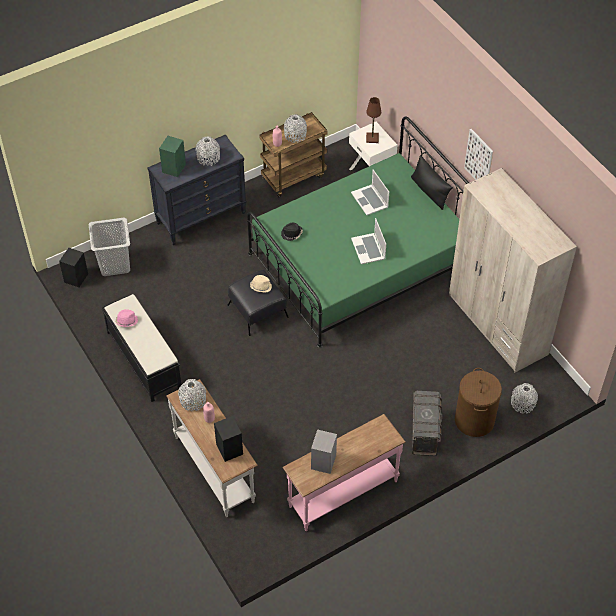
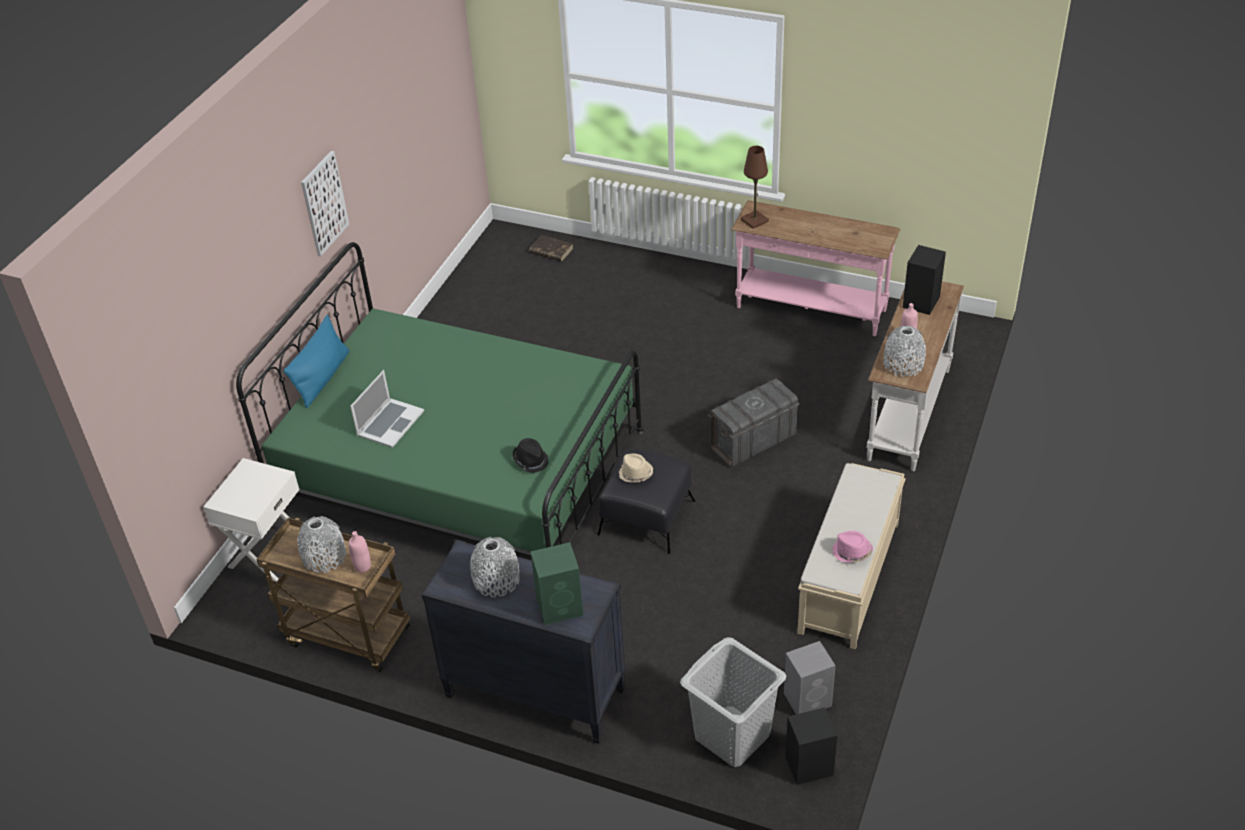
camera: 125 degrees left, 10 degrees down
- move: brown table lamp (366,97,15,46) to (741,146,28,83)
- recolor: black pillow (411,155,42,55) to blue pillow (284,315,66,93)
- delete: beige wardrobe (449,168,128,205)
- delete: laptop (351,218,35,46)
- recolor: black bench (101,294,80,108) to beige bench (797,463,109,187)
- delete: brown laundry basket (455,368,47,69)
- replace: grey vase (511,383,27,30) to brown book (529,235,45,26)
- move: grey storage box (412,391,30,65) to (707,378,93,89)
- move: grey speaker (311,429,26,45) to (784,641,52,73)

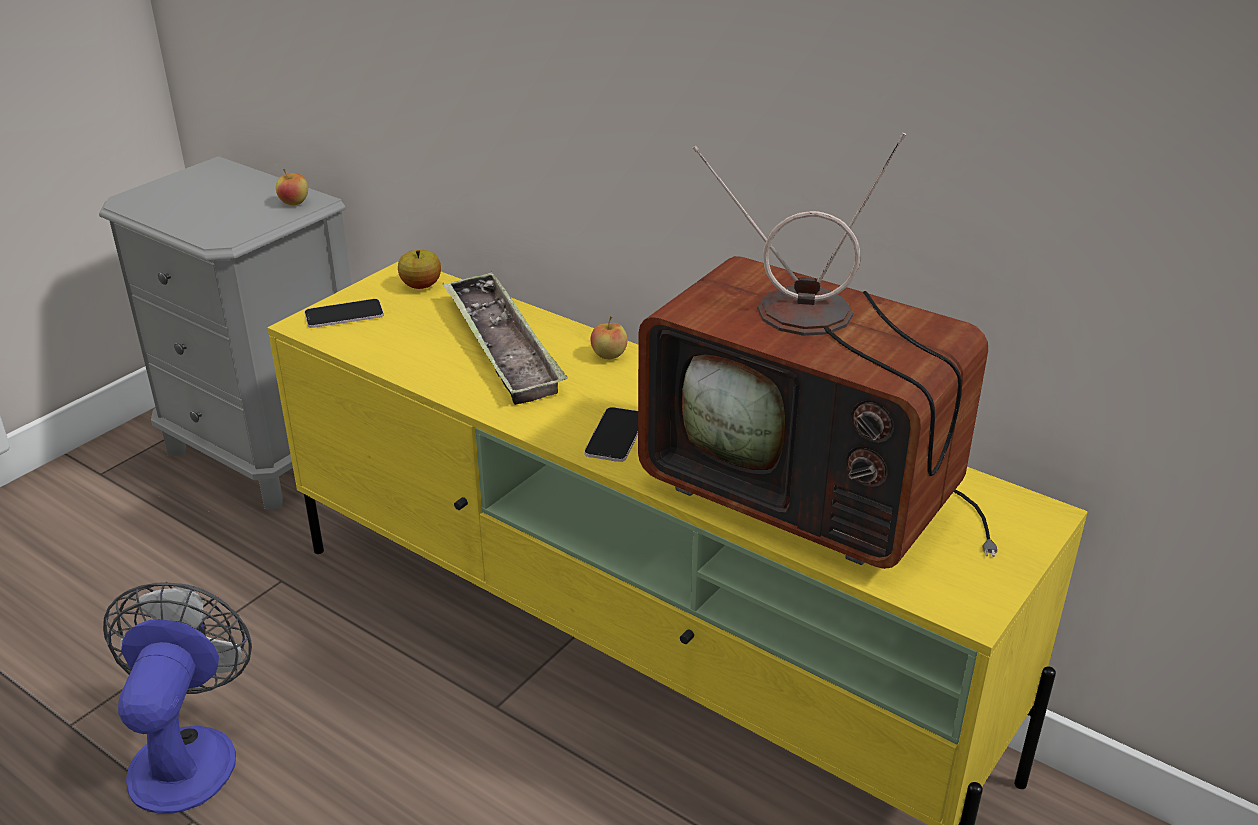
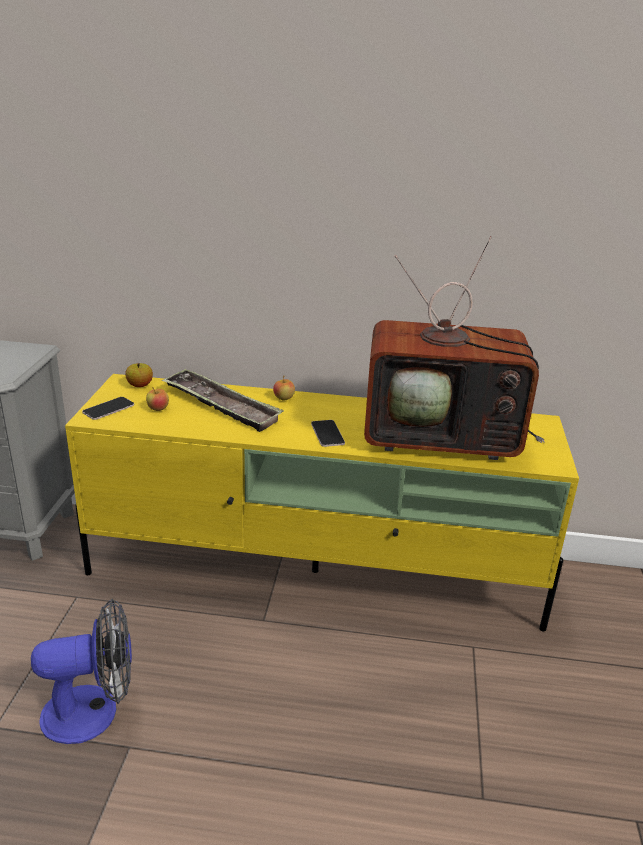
camera: 30 degrees left, 5 degrees down
- move: apple (276,169,32,36) to (146,387,23,24)
- rotate: fan (103,582,149,232) = (31,599,101,145) 105 degrees clockwise

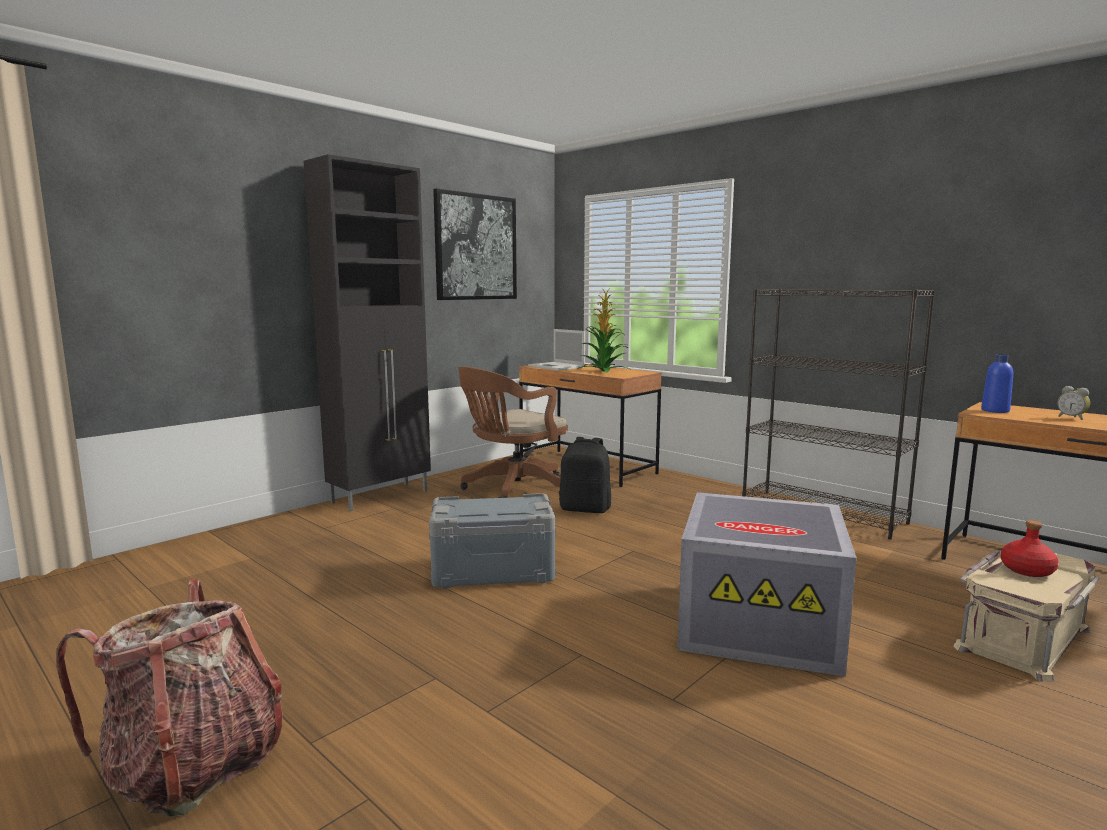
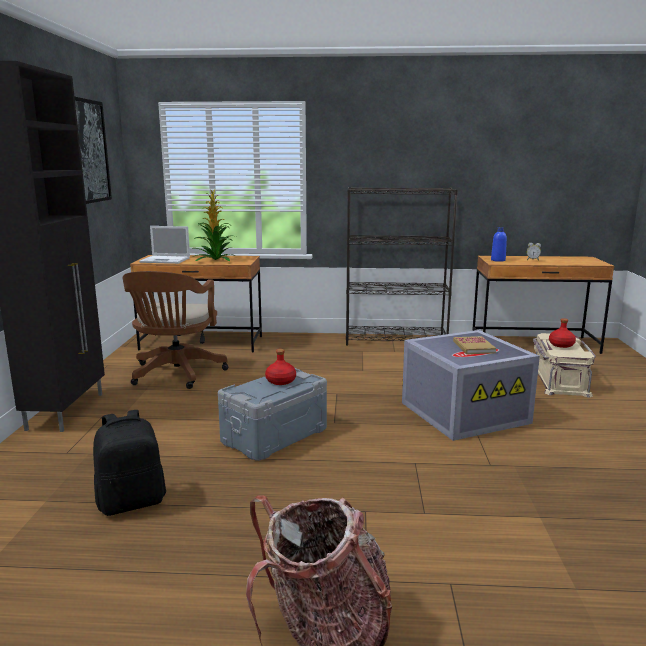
camera: 40 degrees left, 5 degrees up
- move: black backpack (559,437,52,76) to (93,410,73,106)
- insert: book (453,336,43,18)
- insert: red bottle (265,349,31,36)

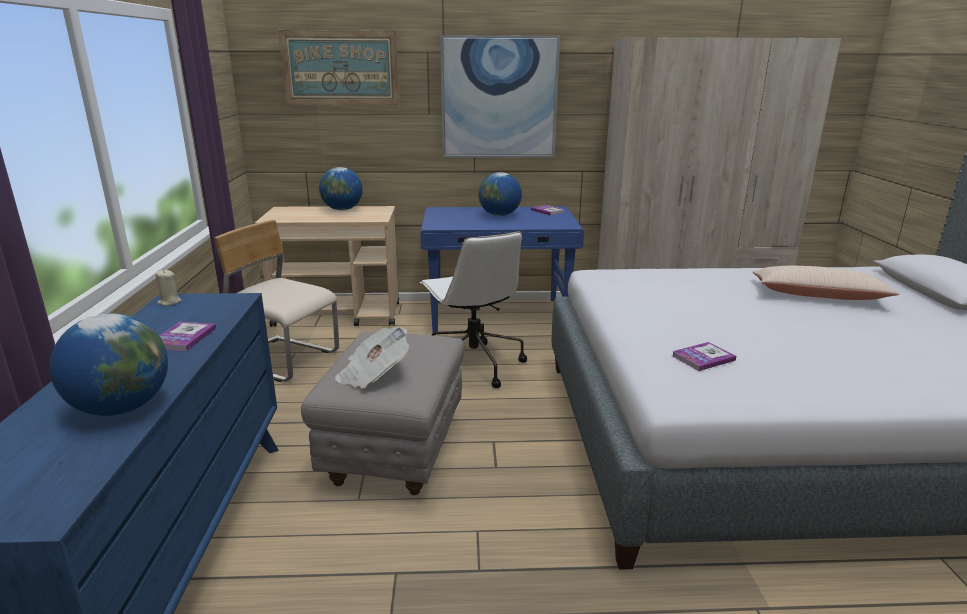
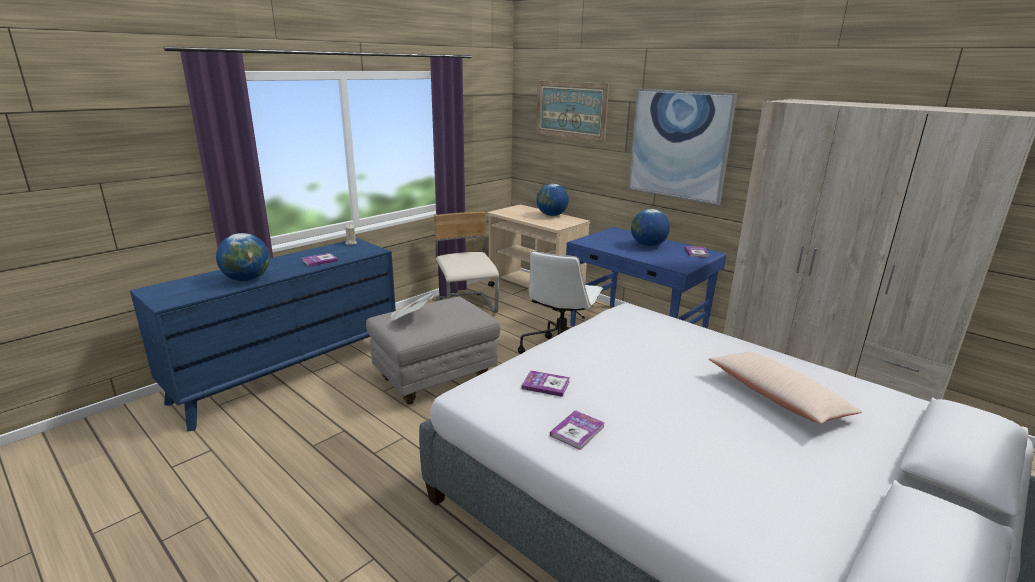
camera: 45 degrees right, 0 degrees up
- insert: book (550,410,55,40)

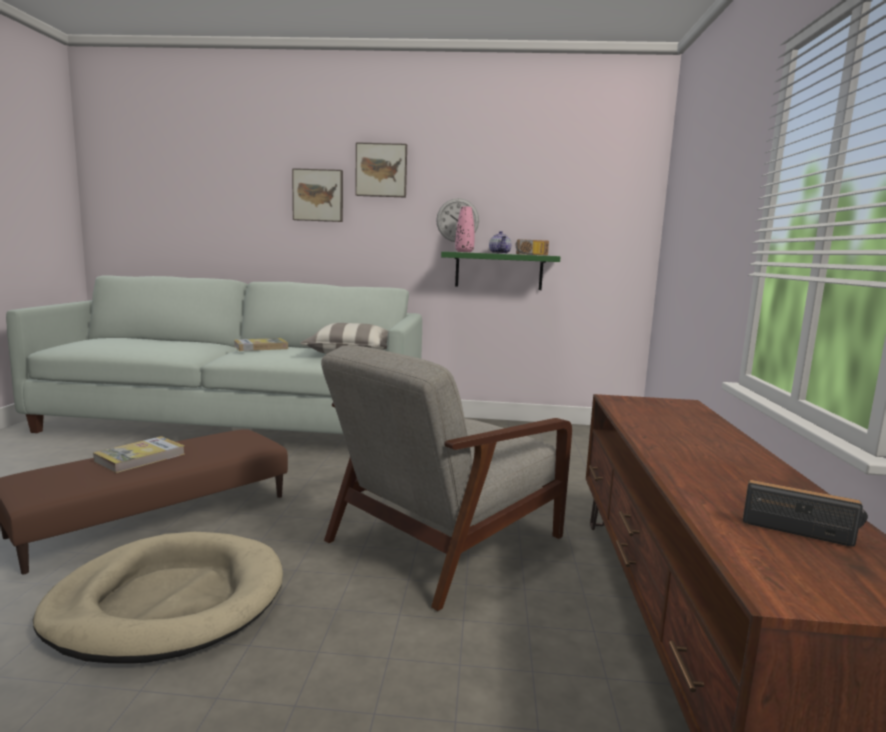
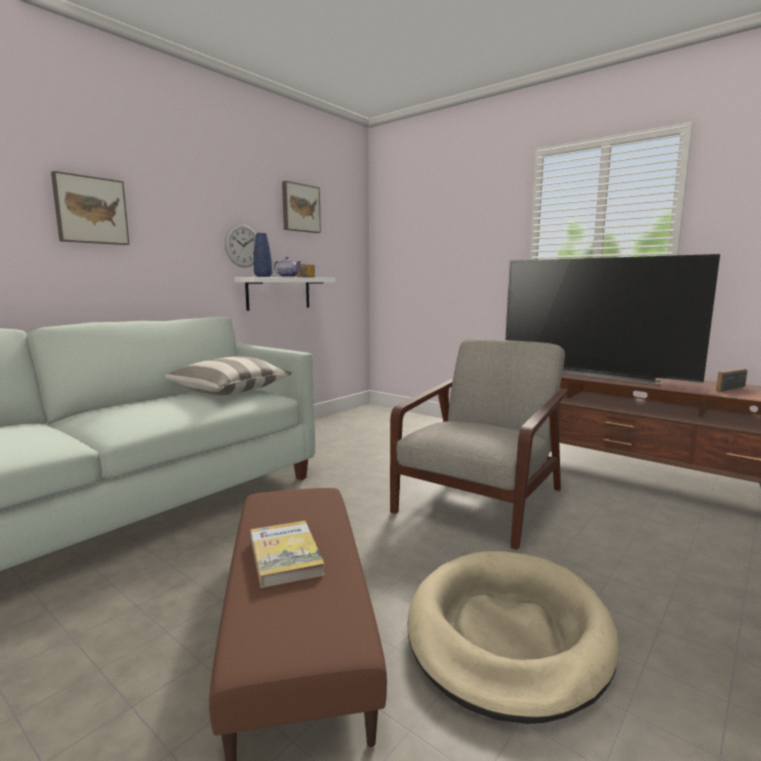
camera: 55 degrees left, 0 degrees up
- move: picture (355,142,52,56) to (282,181,39,52)
- recolor: pink vase (455,206,20,46) to blue vase (254,233,18,44)
- recolor: green shelf (441,252,119,38) to white shelf (234,277,101,34)
- delete: book (234,338,54,13)
- rotate: grey armchair (321,345,251,266) = (390,338,177,212) 135 degrees counterclockwise
- insert: television (506,254,214,130)

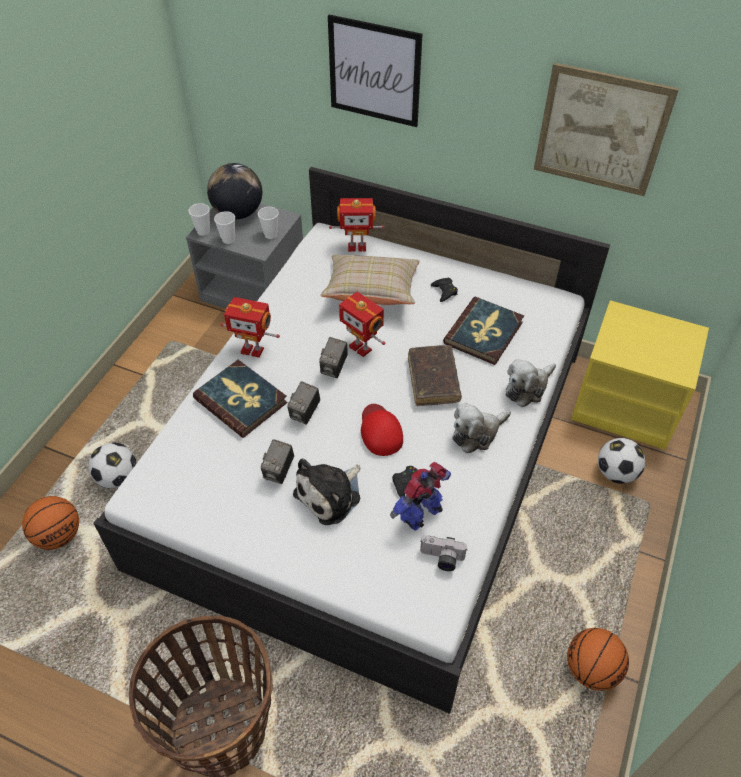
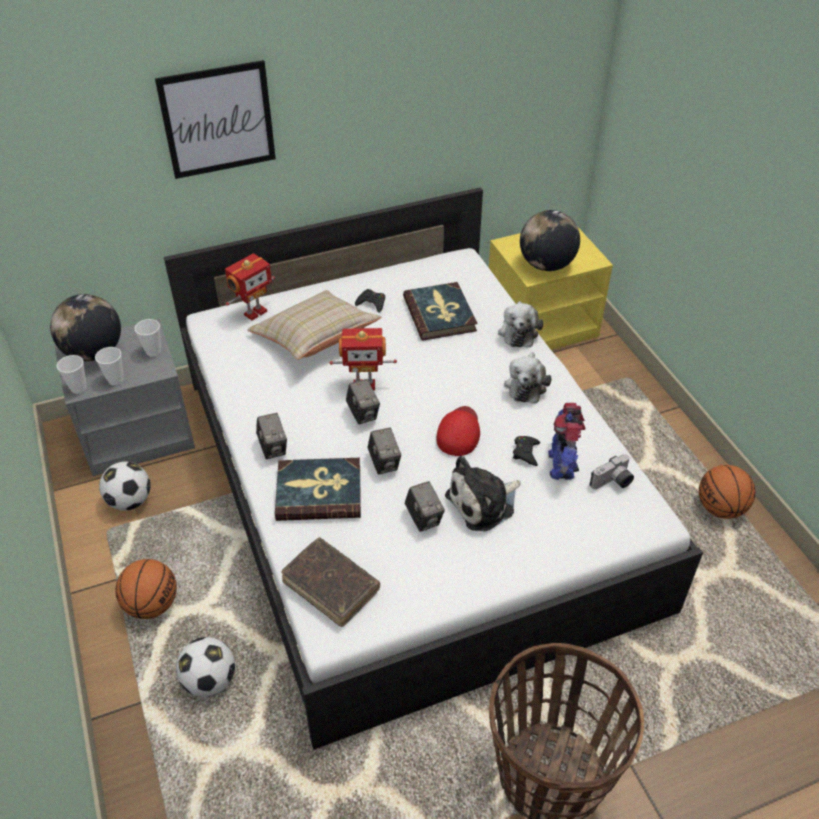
camera: 45 degrees left, 5 degrees down
- delete: picture (534,63,145,133)
- replace: toy robot (221,297,59,61) to photo camera (256,413,31,46)
- move: brown book (408,345,54,61) to (282,537,98,90)
- rotate: red cap (361,404,42,52) = (437,406,43,50) 75 degrees clockwise
- move: football (598,438,47,46) to (99,461,52,49)
- rotate: plush toy (293,458,67,67) = (445,456,76,75) 60 degrees clockwise
- move: basketball (22,496,57,54) to (115,559,62,60)
- insert: globe (520,210,60,61)

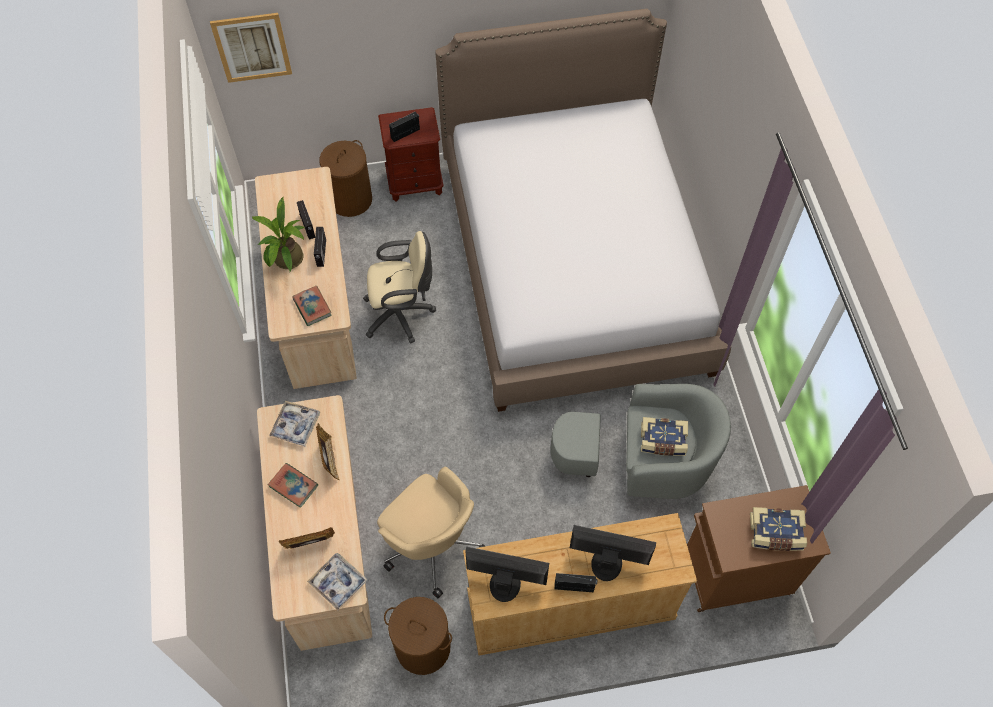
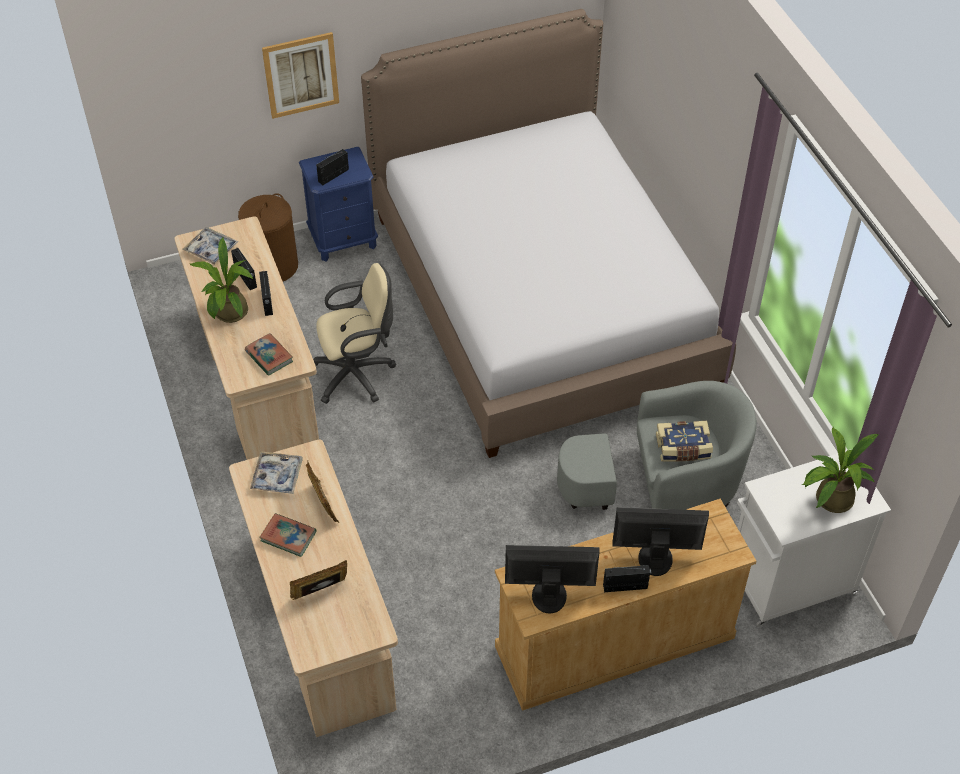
camera: 10 degrees left, 10 degrees down
- move: picture (210,13,82,70) to (262,32,77,87)
- recolor: brown nightstand (378,107,66,95) to blue nightstand (299,147,79,115)
- delete: beige office chair (377,467,108,131)
- recolor: brown cabinet (687,485,144,127) to white cabinet (737,449,154,178)
- replace: book (750,507,57,44) to potted plant (802,427,77,86)
- move: tray (307,553,60,57) to (182,227,56,38)
- delete: brown laundry basket (384,597,68,78)

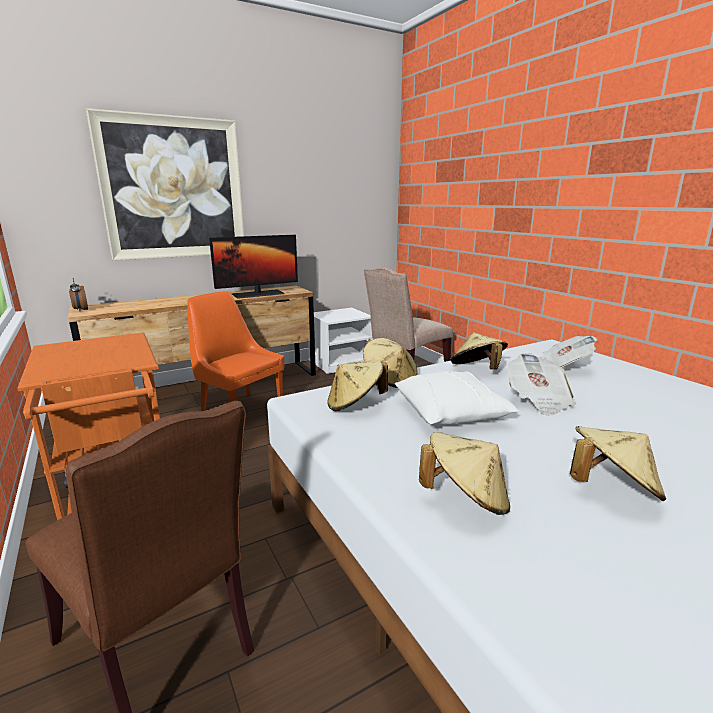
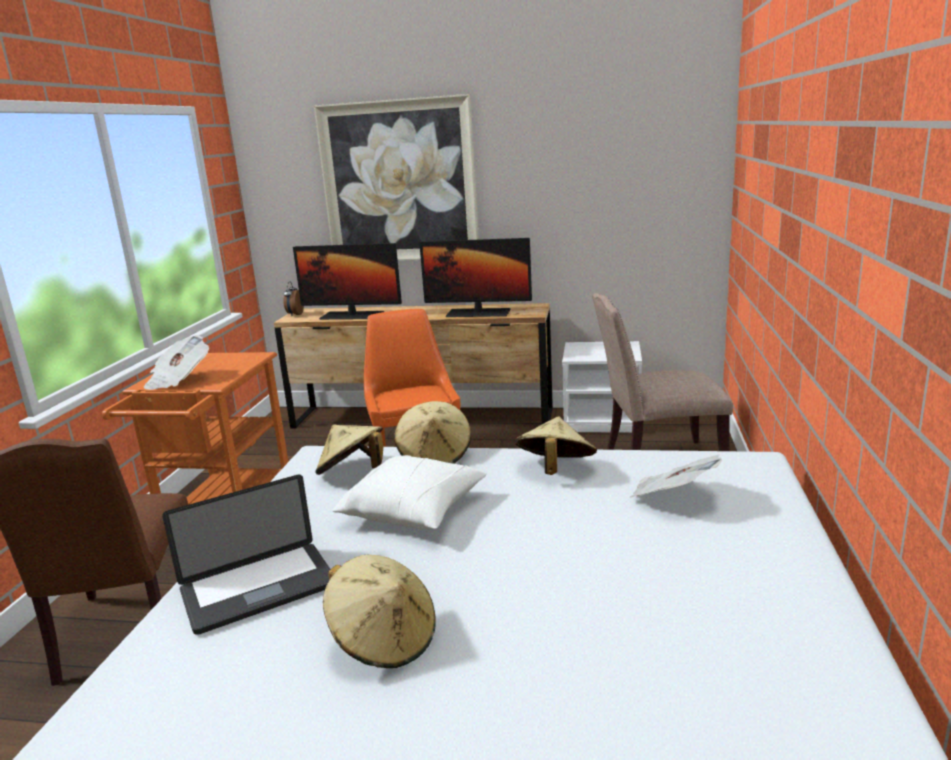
camera: 40 degrees right, 0 degrees up
- move: newspaper (508,353,68,63) to (144,335,65,55)
- replace: beige hat (419,432,91,83) to laptop (162,475,169,160)
- insert: monitor (293,243,109,77)

